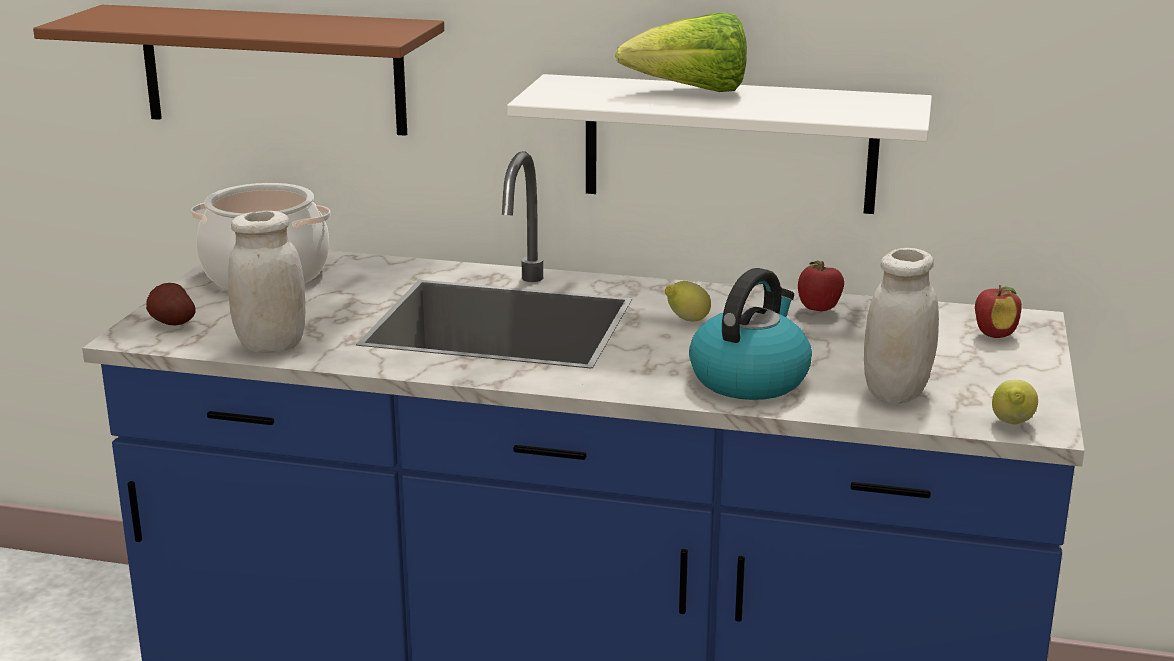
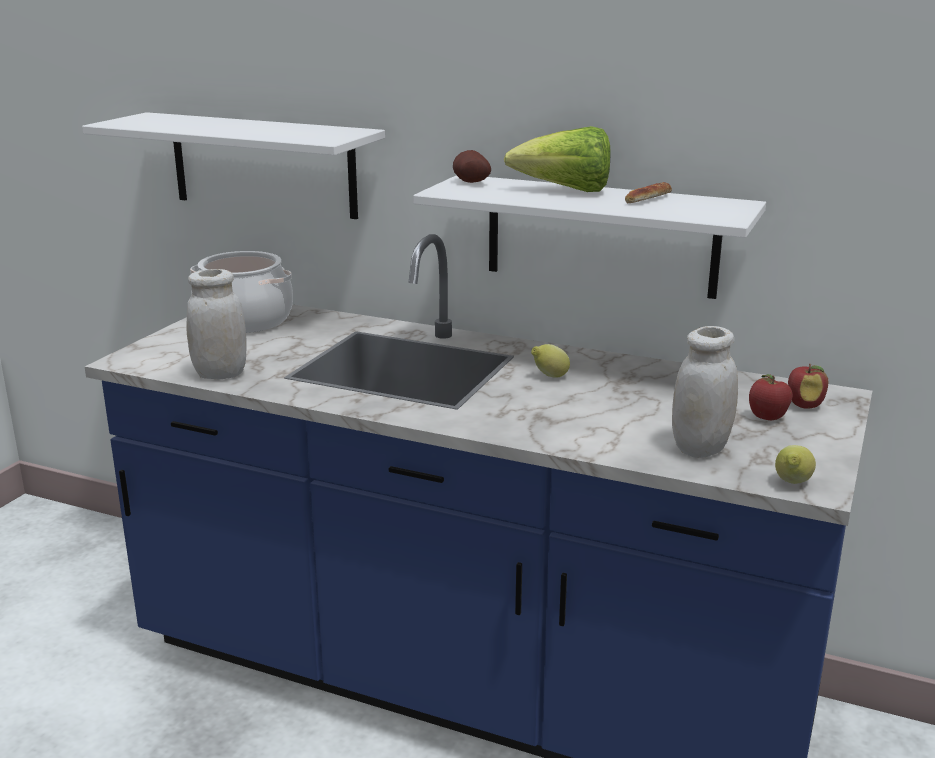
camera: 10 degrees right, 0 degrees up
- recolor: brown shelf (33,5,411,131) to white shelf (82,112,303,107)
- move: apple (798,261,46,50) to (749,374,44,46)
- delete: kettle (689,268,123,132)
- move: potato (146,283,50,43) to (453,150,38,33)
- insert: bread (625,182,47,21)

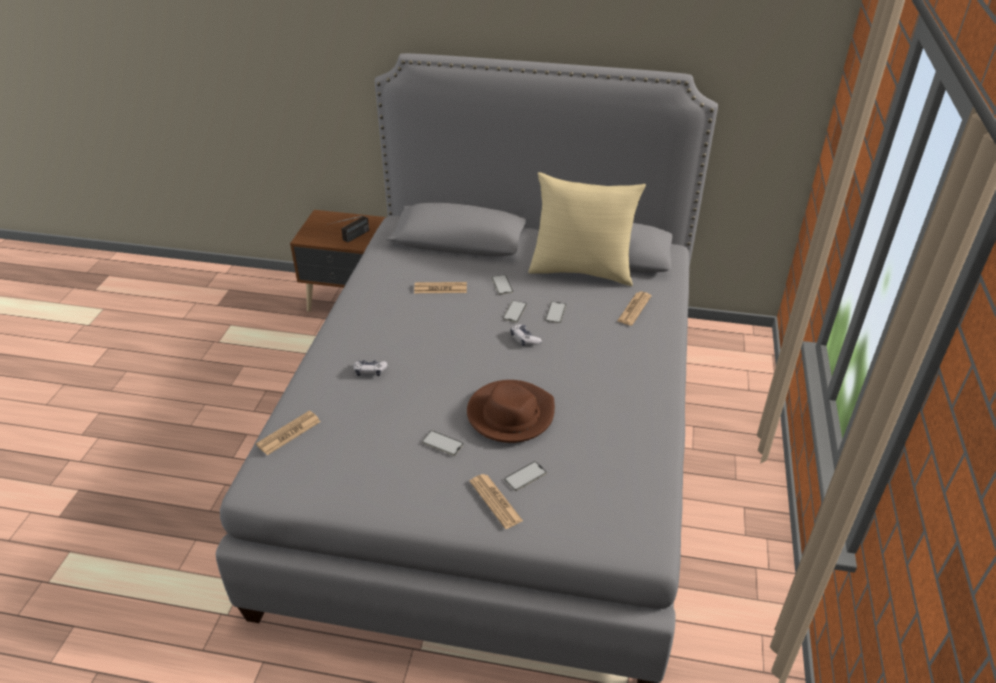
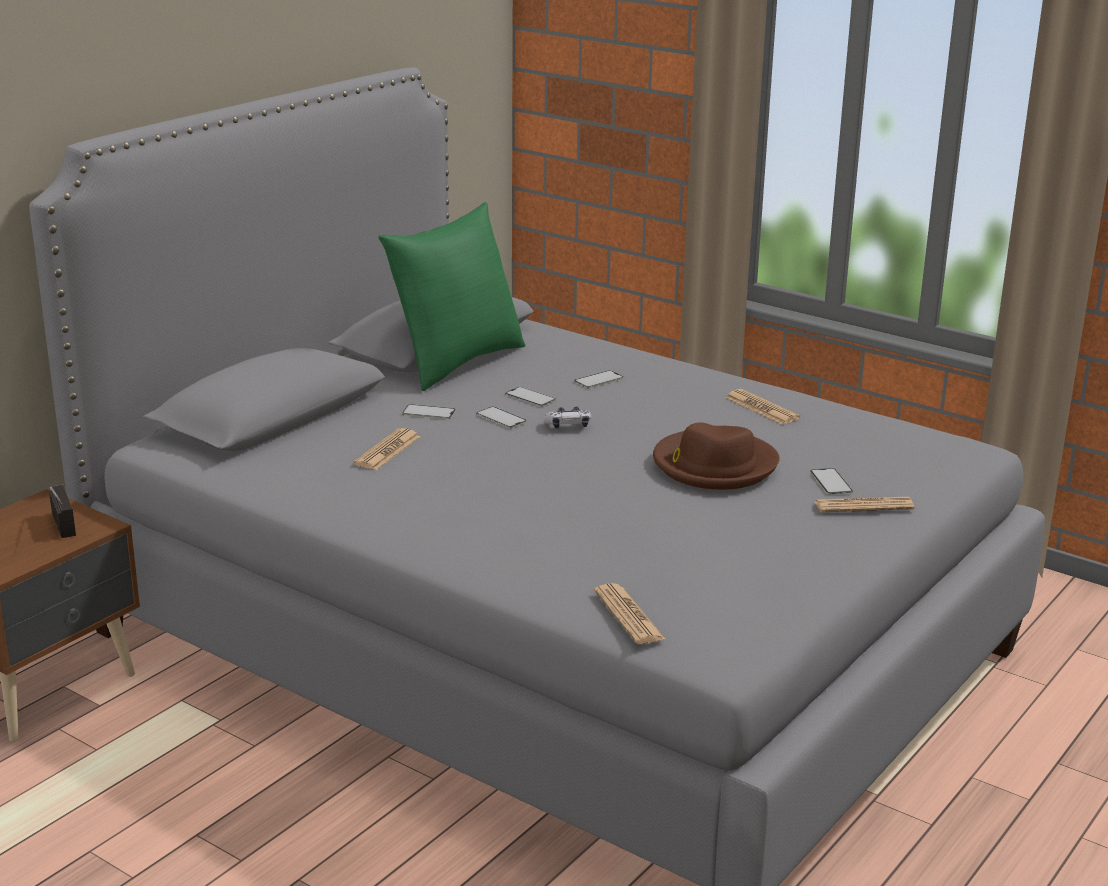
camera: 65 degrees left, 15 degrees down
- recolor: beige pillow (528,172,118,114) to green pillow (378,202,147,189)
- move: newspaper (617,291,34,34) to (725,389,75,36)
- delete: game controller (354,360,34,16)
- move: phone (422,430,42,26) to (574,370,50,18)

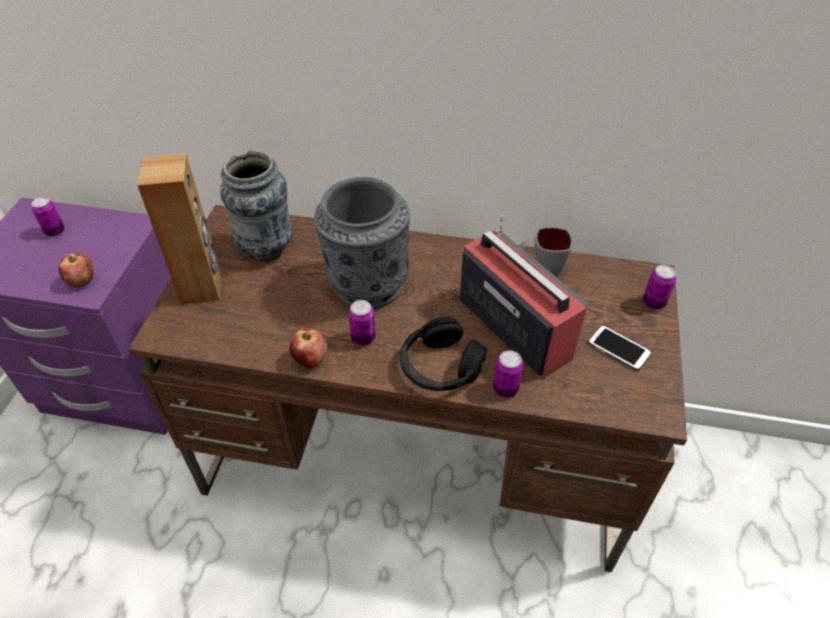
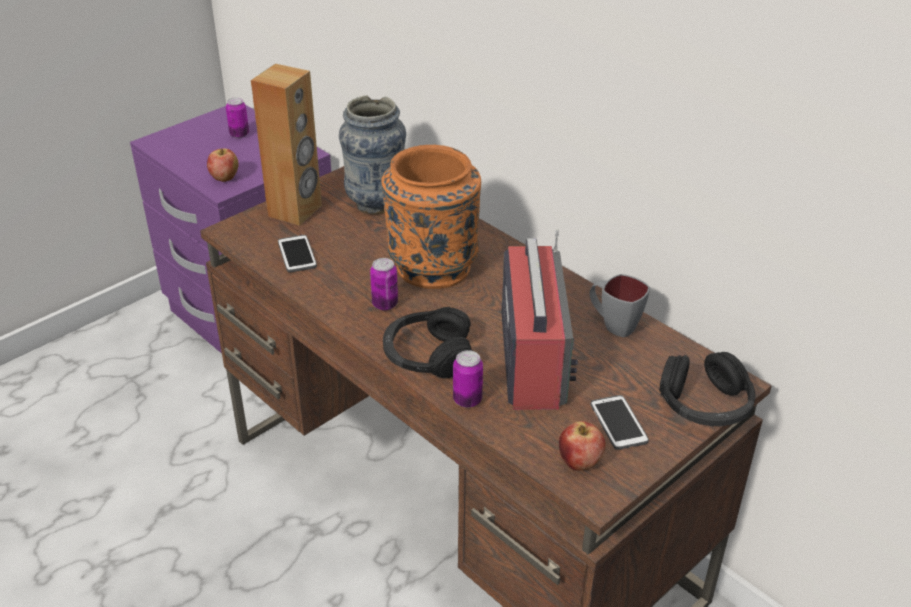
camera: 35 degrees right, 10 degrees down
- recolor: grey vase (314,177,96,132) to orange vase (382,145,99,144)
- replace: can (643,265,33,45) to black headphones (659,352,97,74)
- move: apple (289,328,38,40) to (559,421,47,50)
- insert: phone (278,235,39,37)

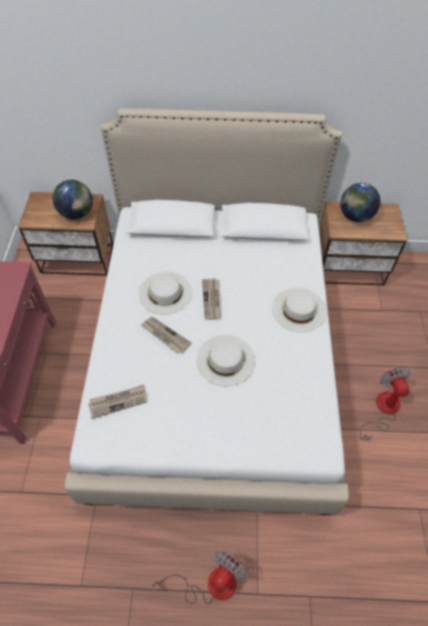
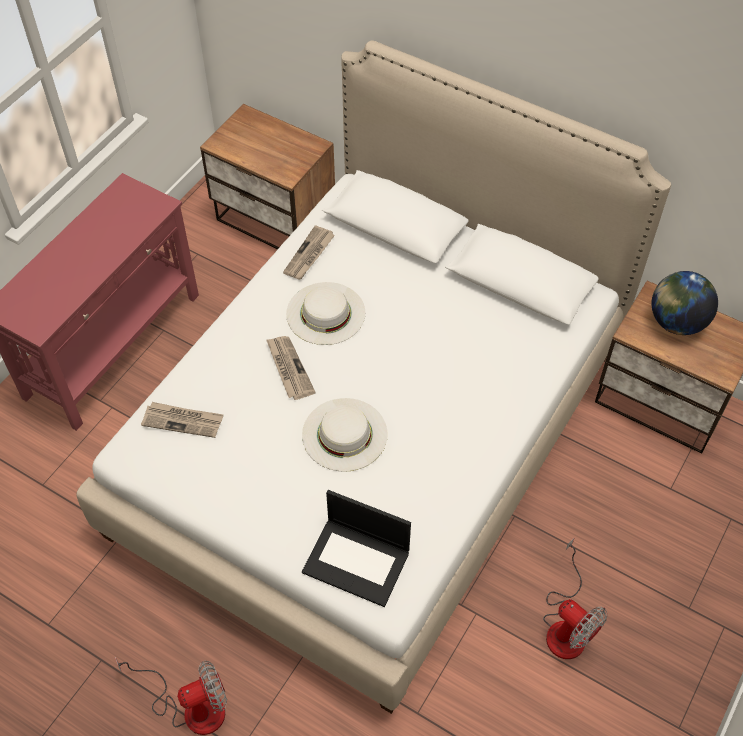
camera: 30 degrees right, 0 degrees up
- delete: globe (53,180,40,39)
- move: newspaper (202,278,19,41) to (283,225,52,54)
- delete: white hat (272,288,55,44)
- rotate: fan (360,367,51,74) = (543,538,64,121) 120 degrees clockwise
- insert: laptop (302,490,109,117)

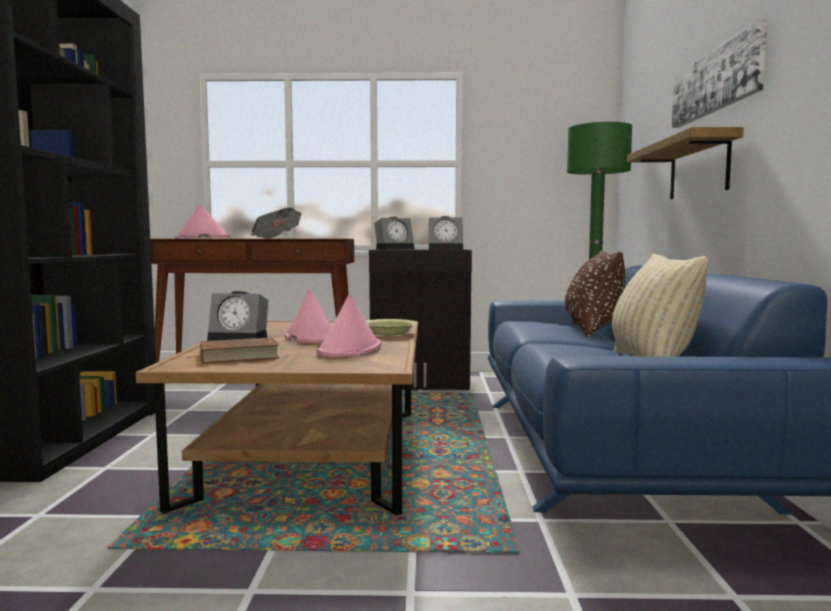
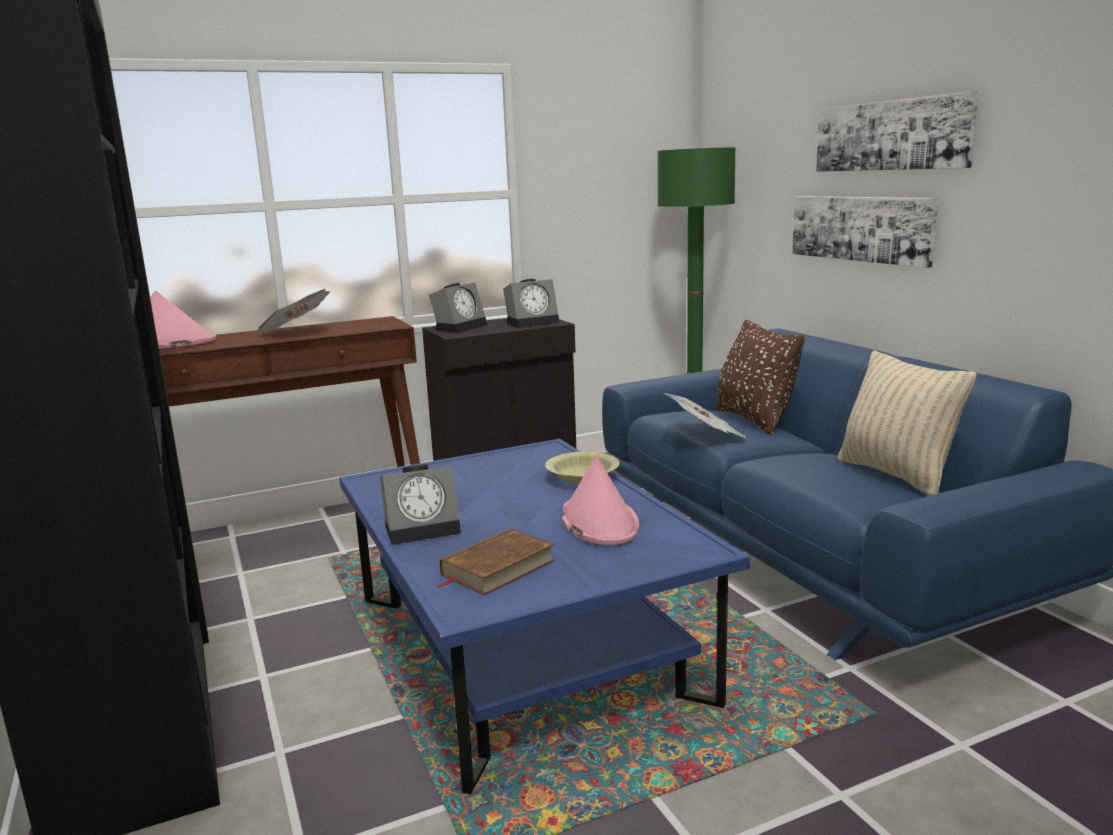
camera: 25 degrees left, 10 degrees up
- replace: shelf (627,127,117,72) to picture (792,196,146,72)
- delete: pink hat (285,288,46,55)
- recolor: brown coffee table (136,321,282,195) to blue coffee table (339,439,411,355)
- insert: newspaper (664,393,84,45)

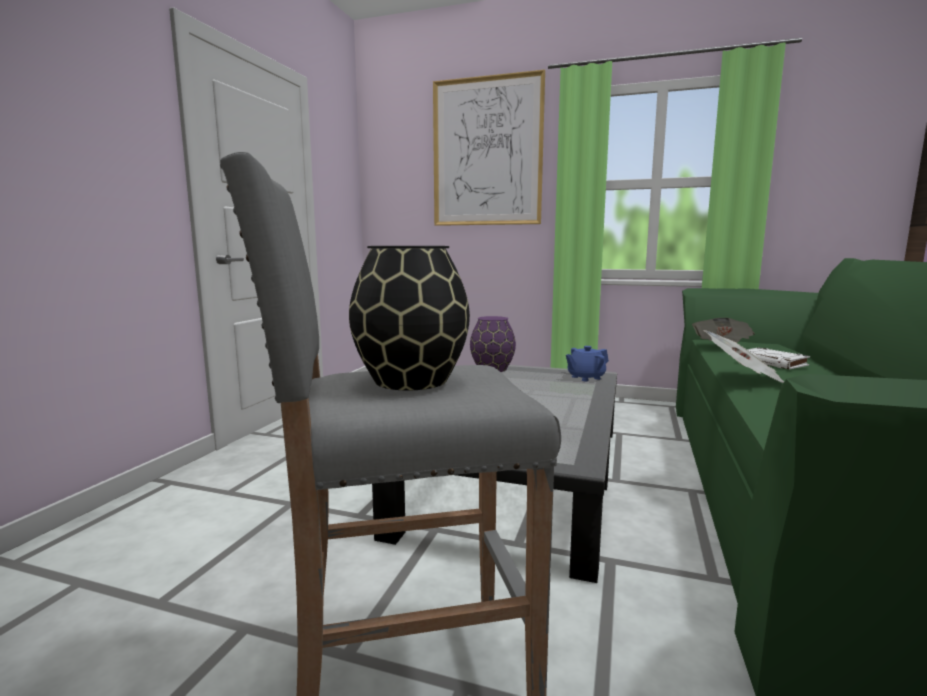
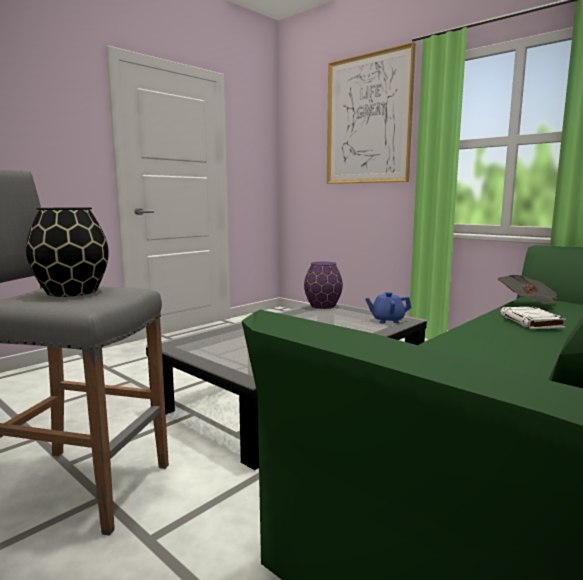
camera: 25 degrees right, 0 degrees up
- delete: newspaper (704,330,80,53)

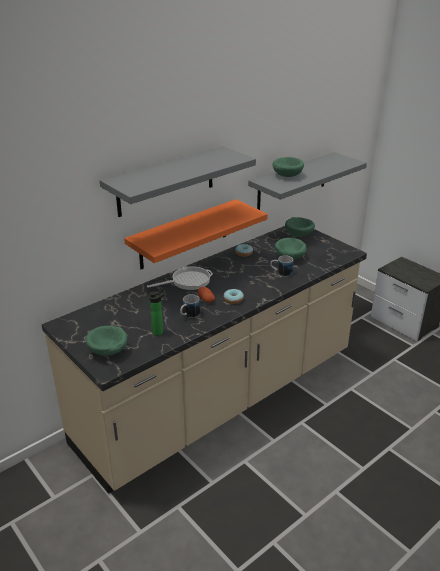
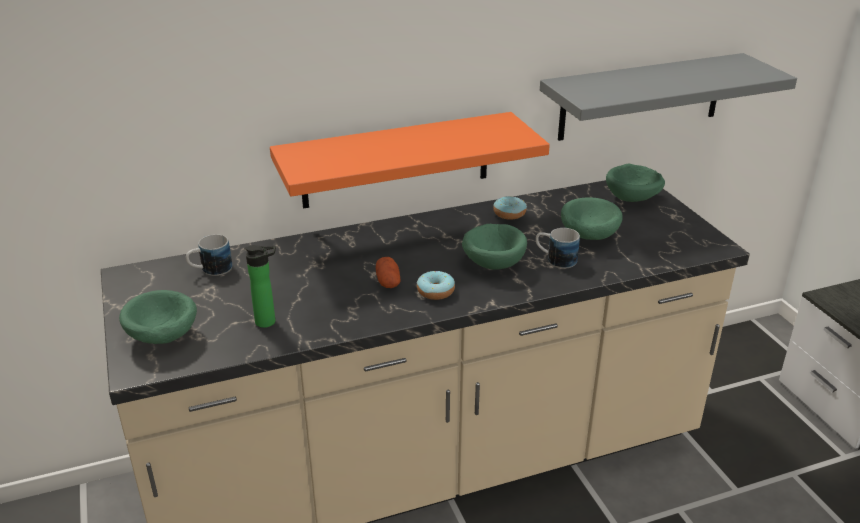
camera: 20 degrees right, 0 degrees up
- delete: grey shelf (99,146,157,71)
- move: green bowl (273,157,31,20) to (462,224,65,46)
- delete: frying pan (147,266,66,24)
- move: mug (180,294,20,24) to (186,234,46,42)

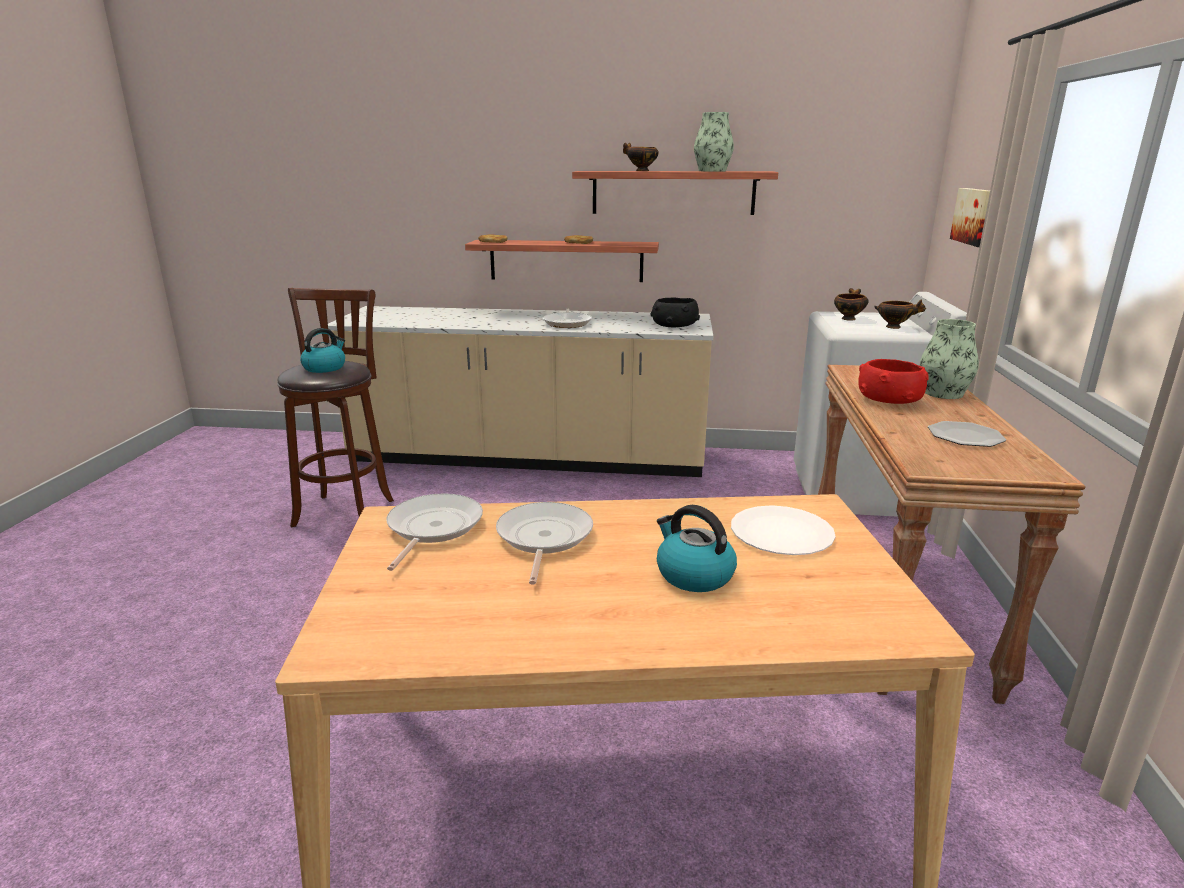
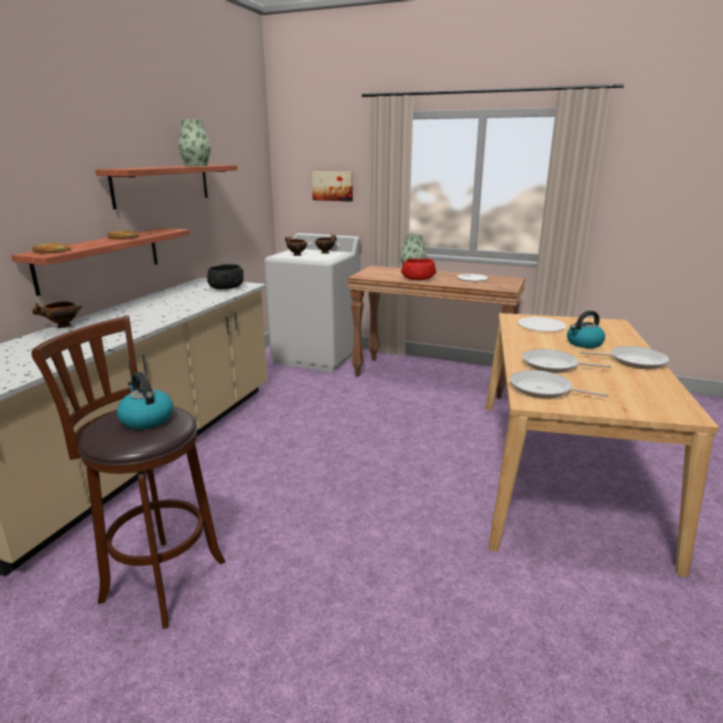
camera: 75 degrees left, 0 degrees up
- move: bowl (623,143,36,28) to (32,302,50,26)
- move: frying pan (543,308,49,20) to (580,346,89,23)

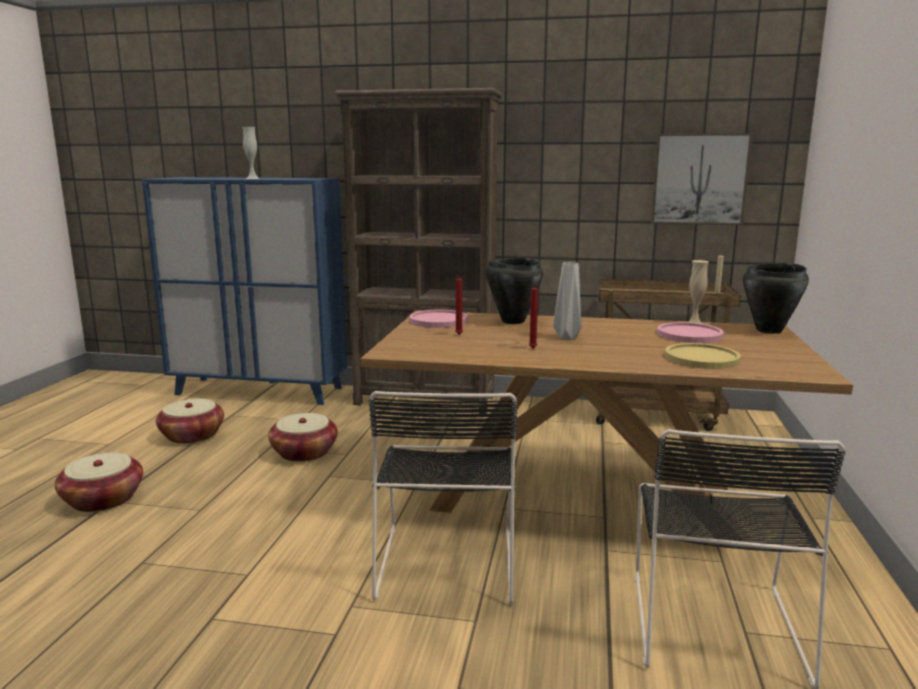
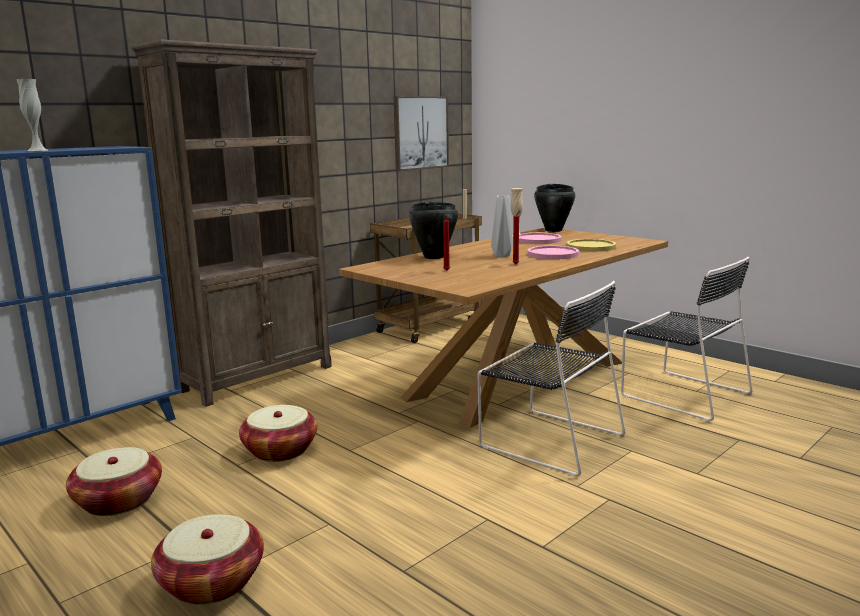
camera: 55 degrees left, 0 degrees up
- move: pink plate (410,310,58,18) to (528,246,51,14)

